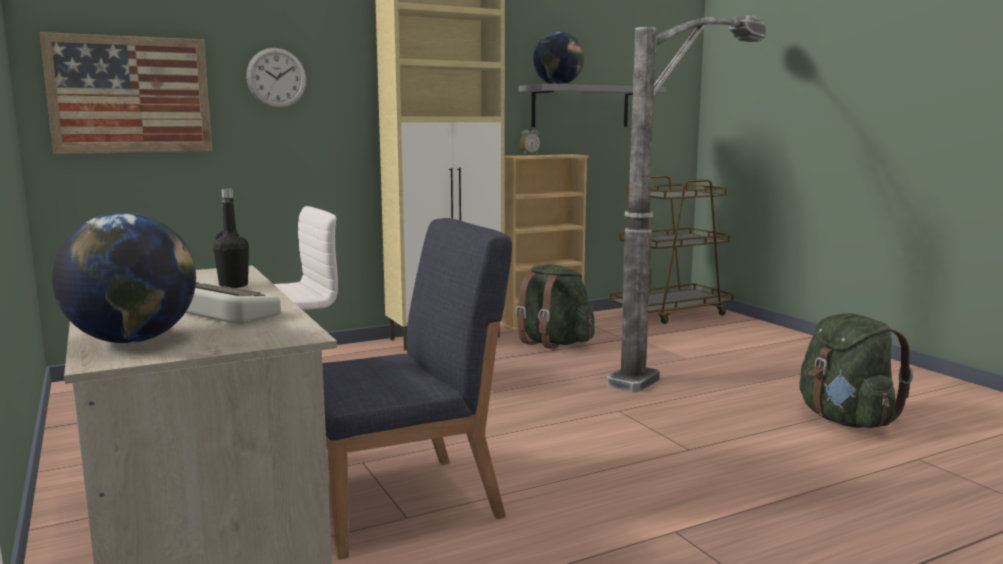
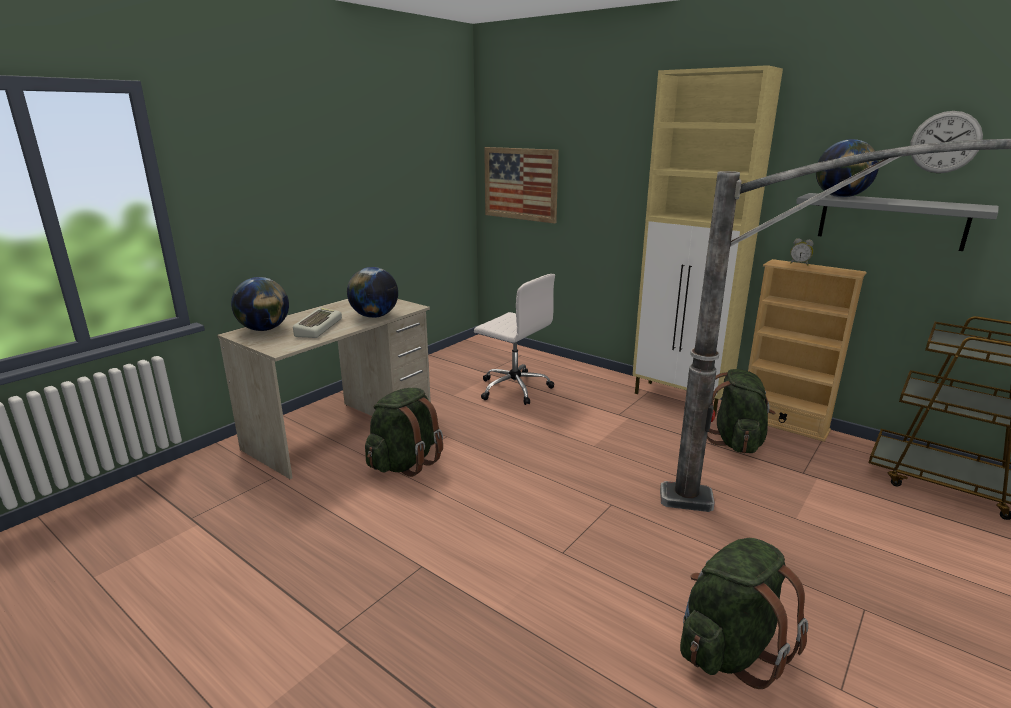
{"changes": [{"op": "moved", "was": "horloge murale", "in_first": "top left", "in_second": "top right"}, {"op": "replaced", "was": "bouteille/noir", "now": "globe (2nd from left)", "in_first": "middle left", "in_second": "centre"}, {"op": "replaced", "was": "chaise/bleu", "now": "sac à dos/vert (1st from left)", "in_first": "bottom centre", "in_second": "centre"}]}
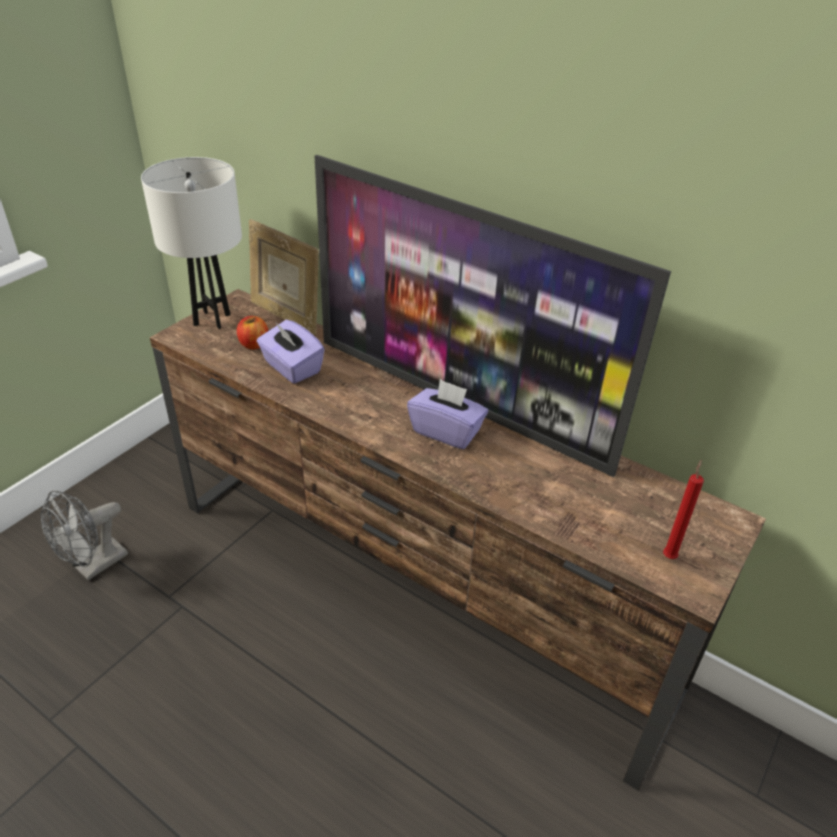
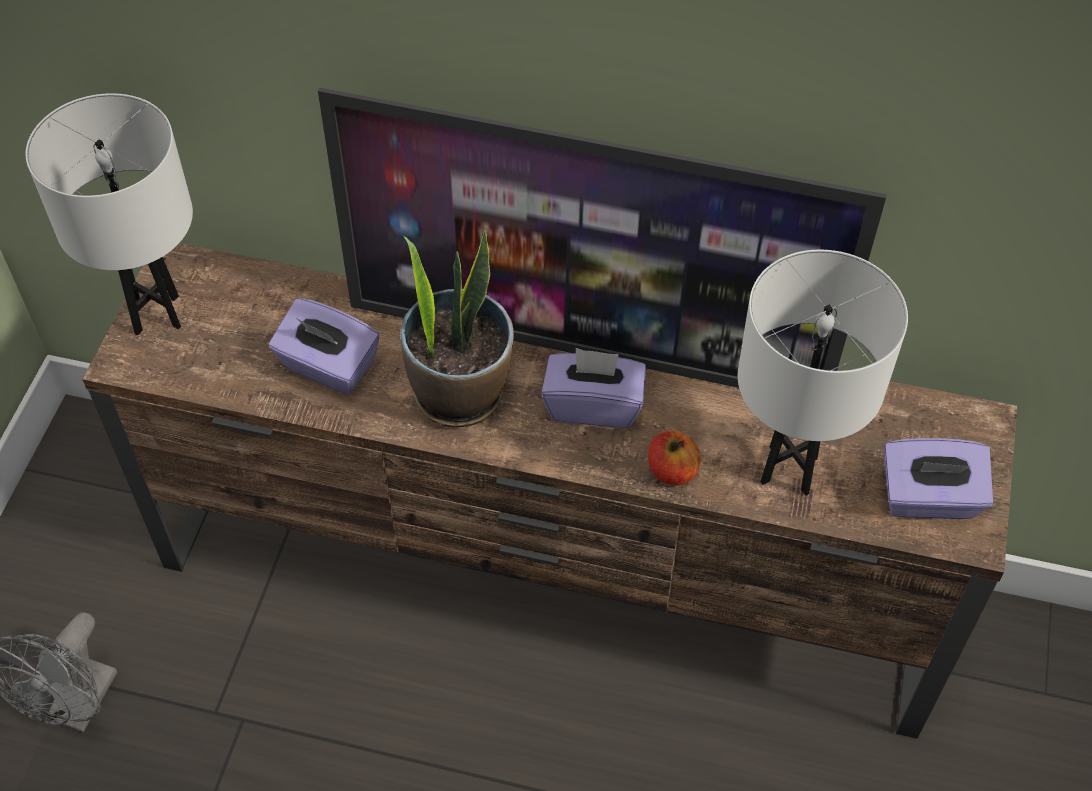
{"changes": [{"op": "removed", "was": "cadre photo", "in_first": "top centre"}, {"op": "added", "now": "plante en pot", "in_second": "centre"}, {"op": "added", "now": "lampe de table/blanc (2nd from left)", "in_second": "middle right"}, {"op": "moved", "was": "pomme", "in_first": "middle left", "in_second": "centre"}, {"op": "replaced", "was": "bougie/rouge", "now": "boîte à mouchoirs/violet (3rd from left)", "in_first": "middle right", "in_second": "middle right"}]}
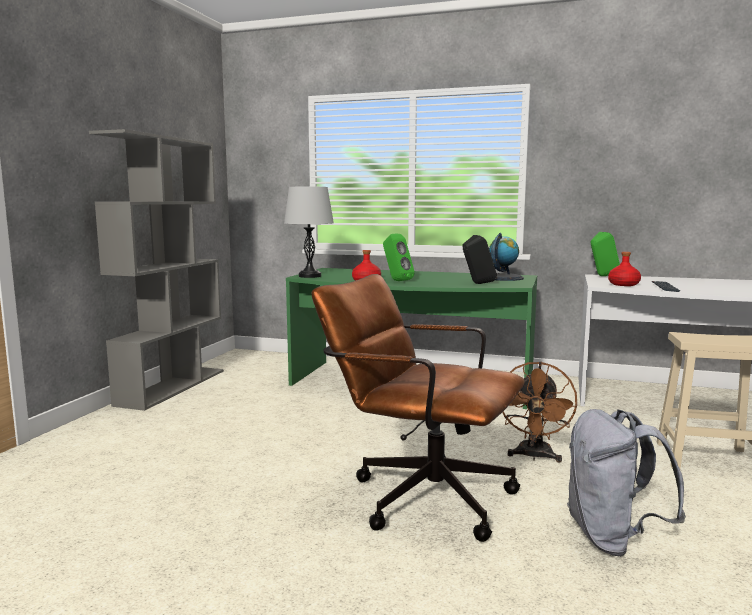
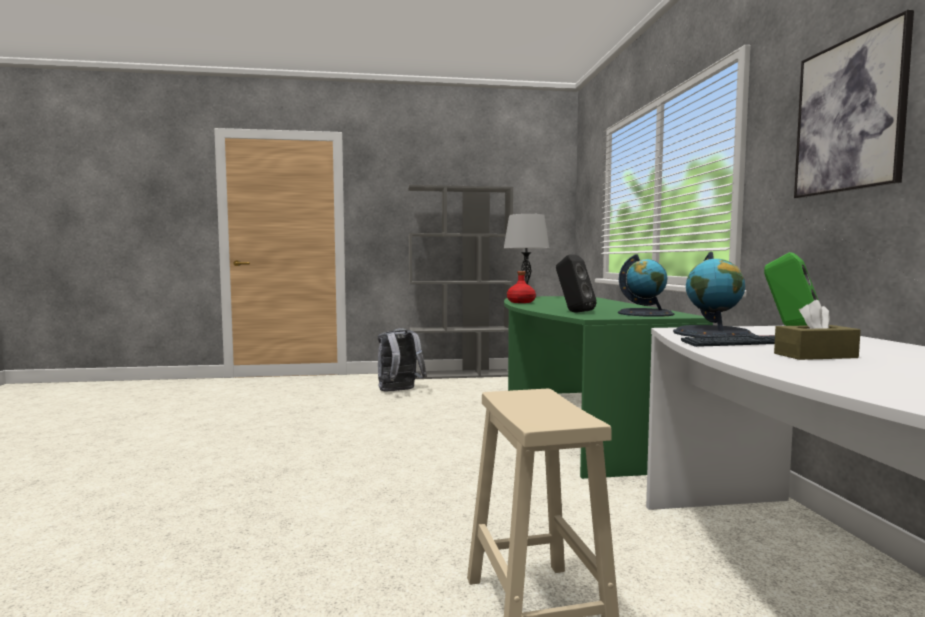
{"changes": [{"op": "removed", "was": "chaise de bureau/marron", "in_first": "centre"}, {"op": "removed", "was": "enceinte/vert (1st from left)", "in_first": "centre"}, {"op": "removed", "was": "ventilateur/marron", "in_first": "bottom right"}, {"op": "added", "now": "boîte à mouchoirs/marron", "in_second": "middle right"}, {"op": "added", "now": "tableau", "in_second": "top right"}, {"op": "moved", "was": "sac à dos/gris", "in_first": "bottom right", "in_second": "centre"}, {"op": "replaced", "was": "bouteille/rouge (2nd from left)", "now": "globe (2nd from left)", "in_first": "middle right", "in_second": "middle right"}]}
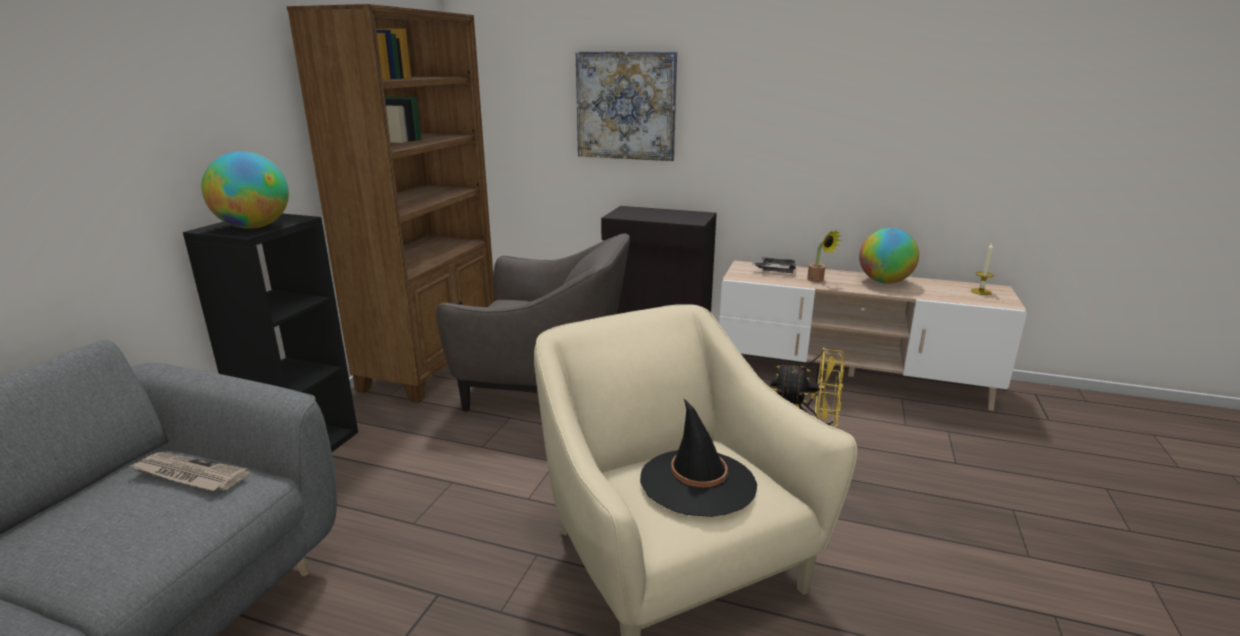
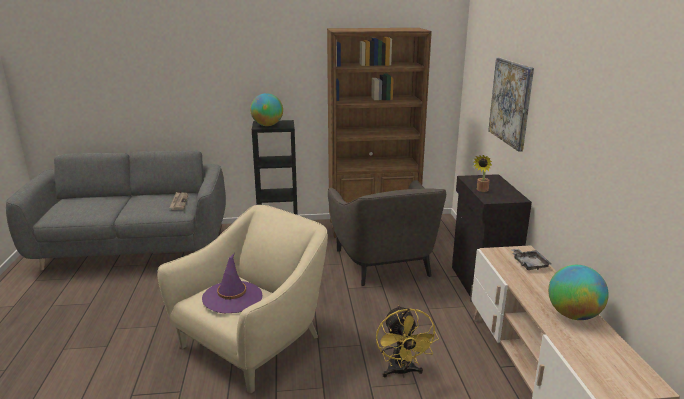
{"changes": [{"op": "removed", "was": "bougie", "in_first": "middle right"}, {"op": "moved", "was": "plante en pot", "in_first": "centre", "in_second": "middle right"}, {"op": "recoloured", "was": "chapeau/noir", "now": "chapeau/violet", "in_first": "bottom centre", "in_second": "bottom centre"}]}
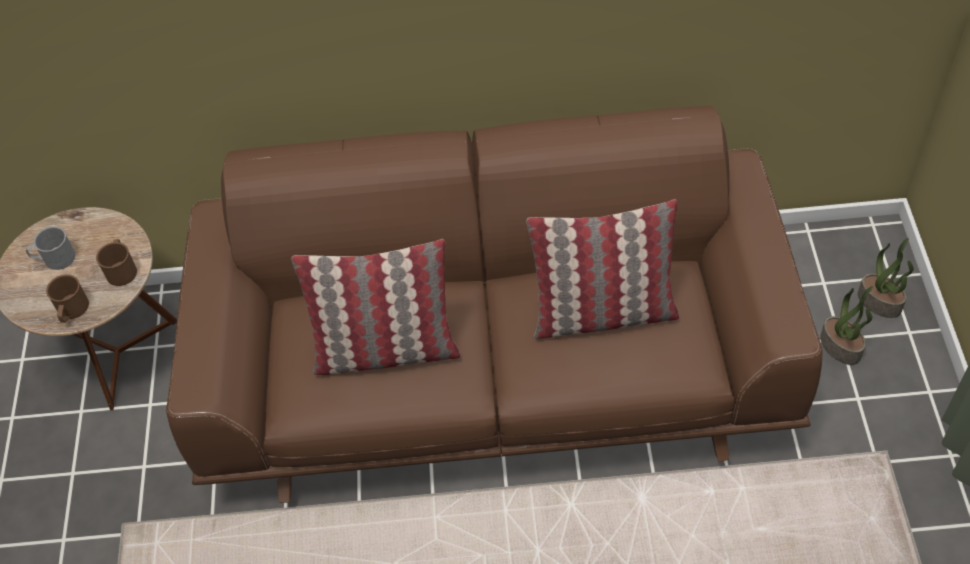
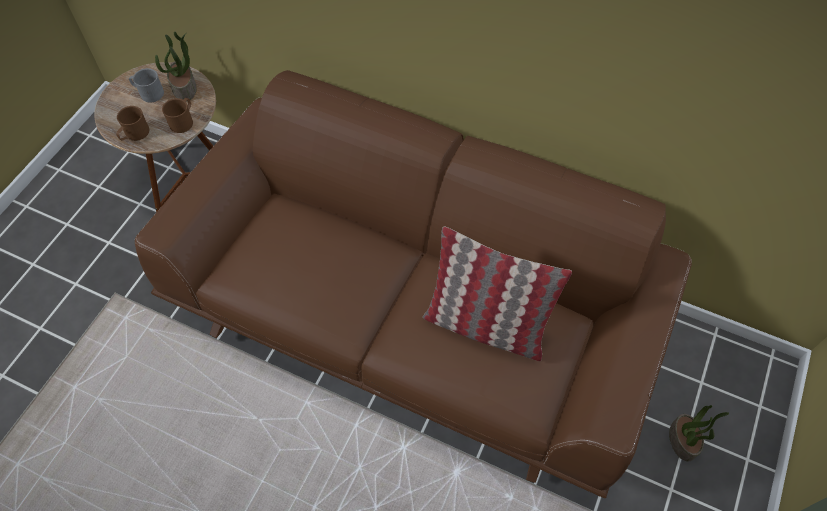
{"changes": [{"op": "removed", "was": "coussin (1st from left)", "in_first": "centre"}, {"op": "moved", "was": "plante en pot (2nd from left in the first image)", "now": "plante en pot (1st from left)", "in_first": "middle right", "in_second": "top left"}]}
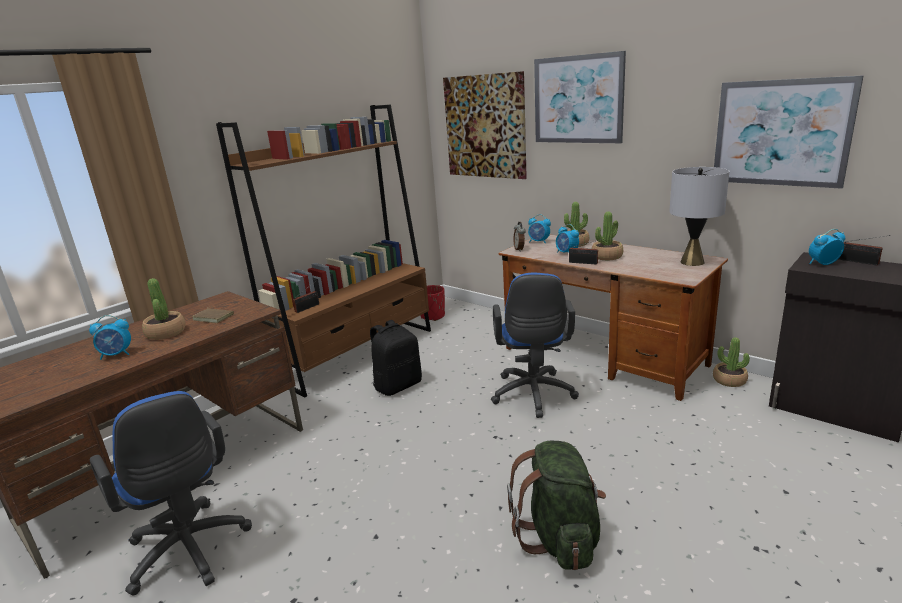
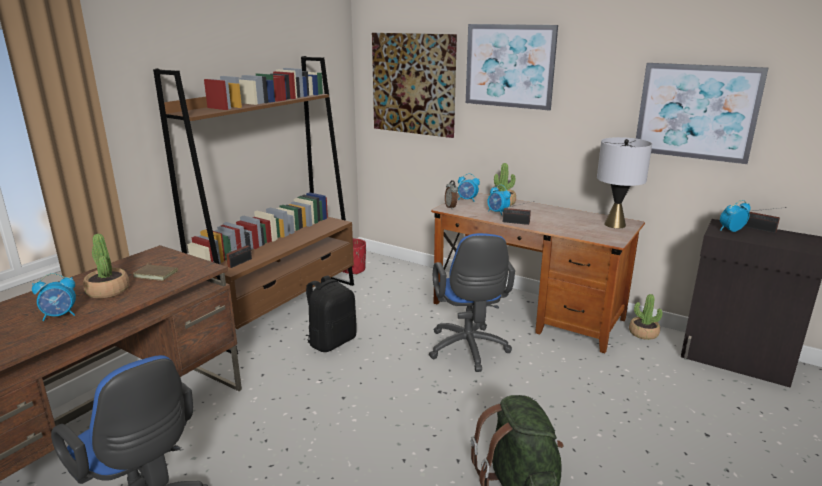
{"changes": [{"op": "removed", "was": "plante en pot (3rd from left)", "in_first": "middle right"}]}
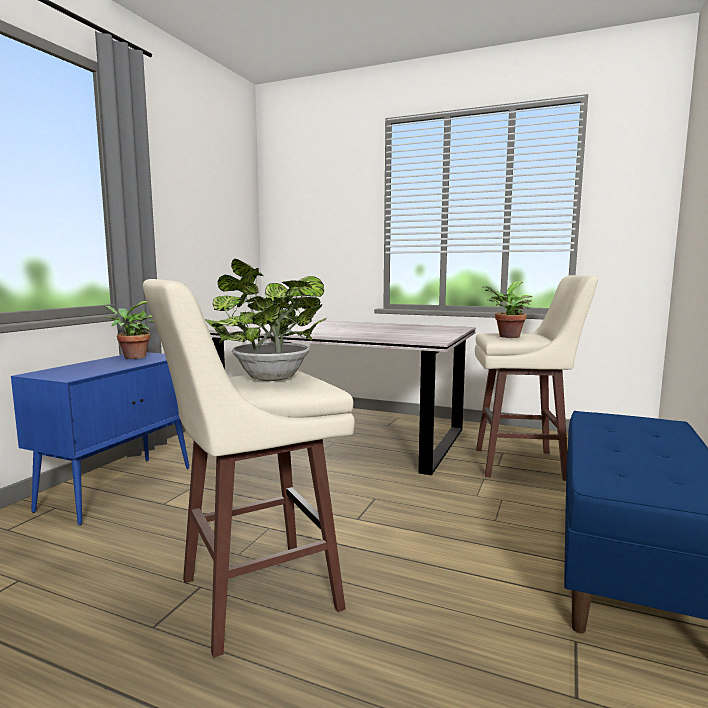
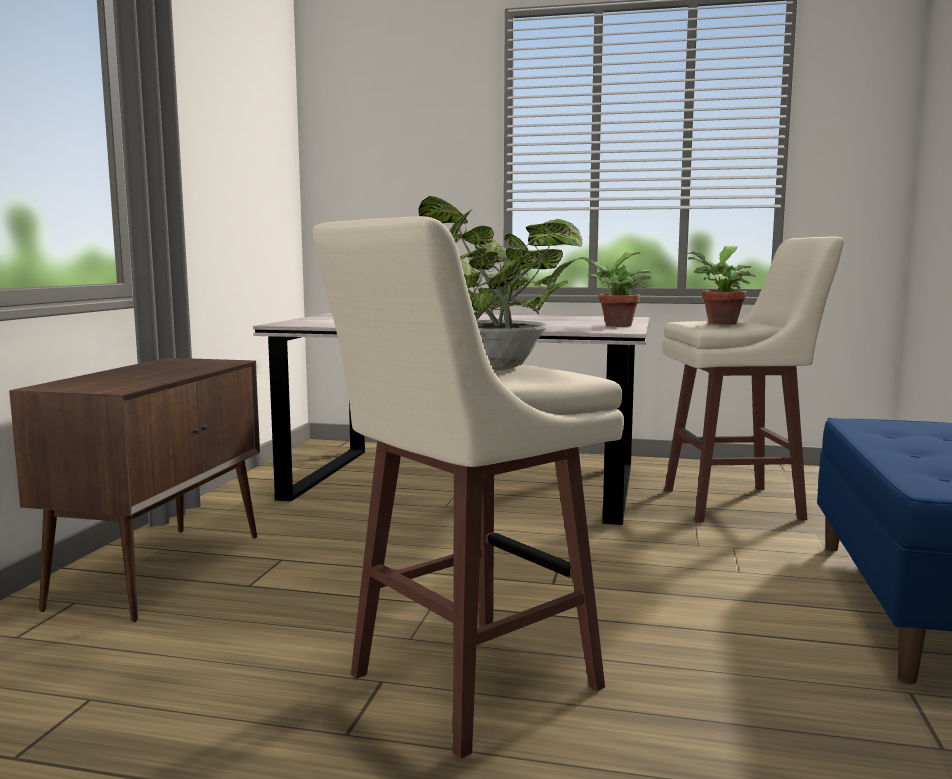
{"changes": [{"op": "moved", "was": "plante en pot (1st from left in the first image)", "now": "plante en pot (2nd from left)", "in_first": "middle left", "in_second": "centre"}, {"op": "recoloured", "was": "meuble de rangement/bleu", "now": "meuble de rangement/marron", "in_first": "middle left", "in_second": "middle left"}]}
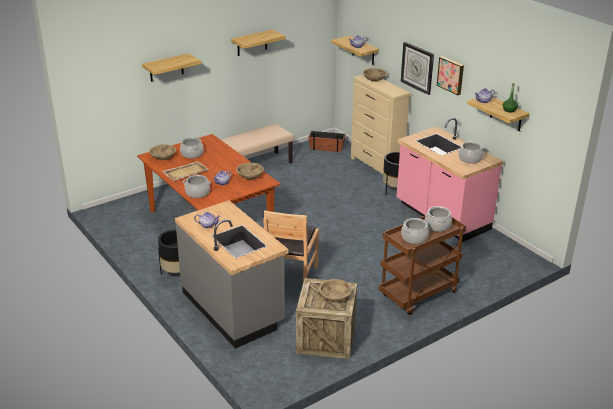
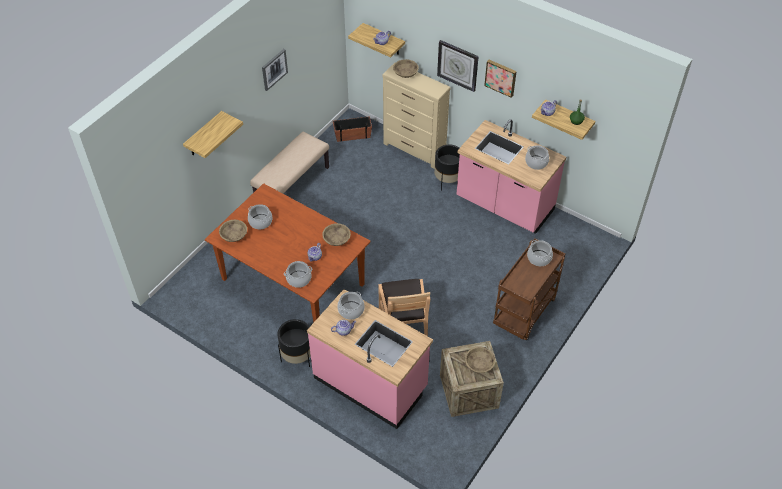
{"changes": [{"op": "removed", "was": "plateau/beige", "in_first": "middle left"}, {"op": "moved", "was": "marmite (3rd from left)", "in_first": "middle right", "in_second": "centre"}, {"op": "replaced", "was": "étagère (2nd from left)", "now": "tableau (1st from left)", "in_first": "top centre", "in_second": "top centre"}, {"op": "recoloured", "was": "comptoir de cuisine/gris", "now": "comptoir de cuisine/rose (1st from left)", "in_first": "bottom centre", "in_second": "bottom centre"}]}
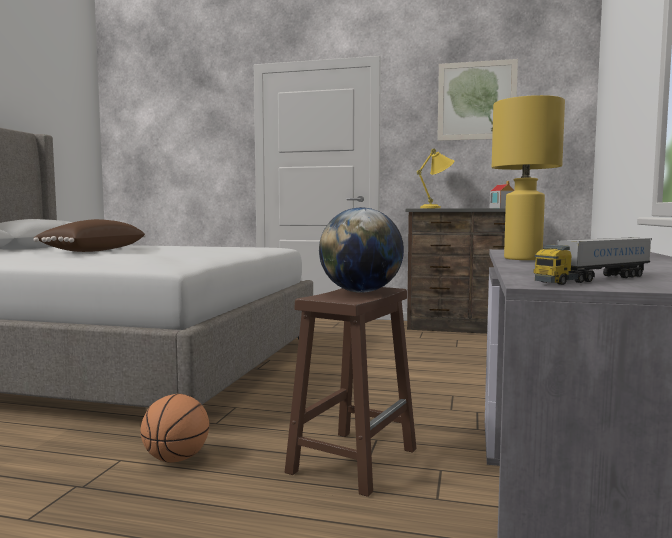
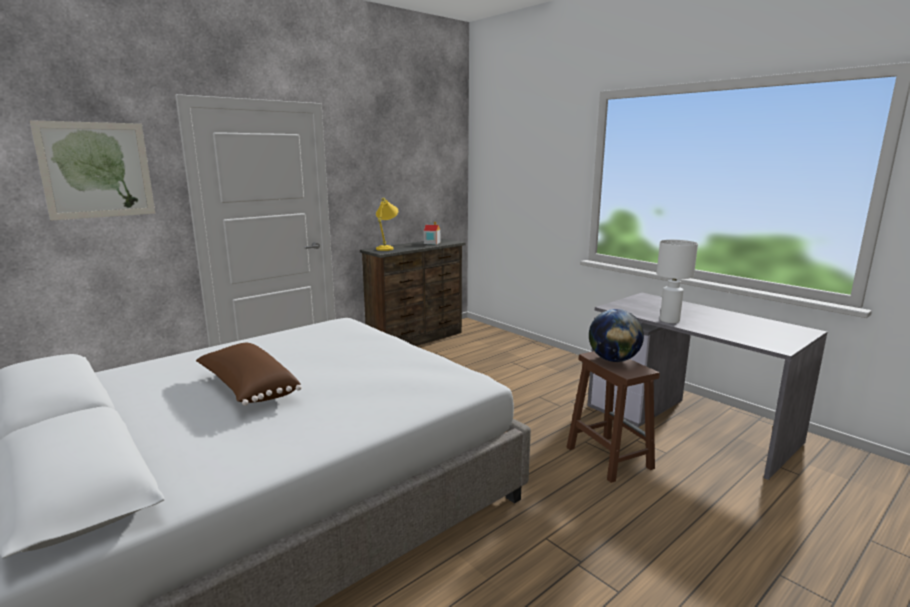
{"changes": [{"op": "removed", "was": "ballon de basket", "in_first": "bottom left"}, {"op": "removed", "was": "camion jouet", "in_first": "middle right"}, {"op": "moved", "was": "tableau", "in_first": "top right", "in_second": "top left"}, {"op": "recoloured", "was": "lampe de table/jaune (2nd from left)", "now": "lampe de table/blanc", "in_first": "top right", "in_second": "middle right"}]}
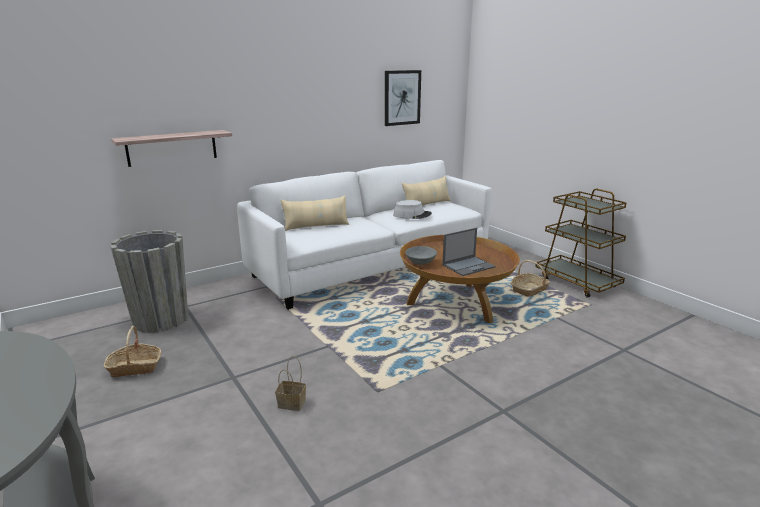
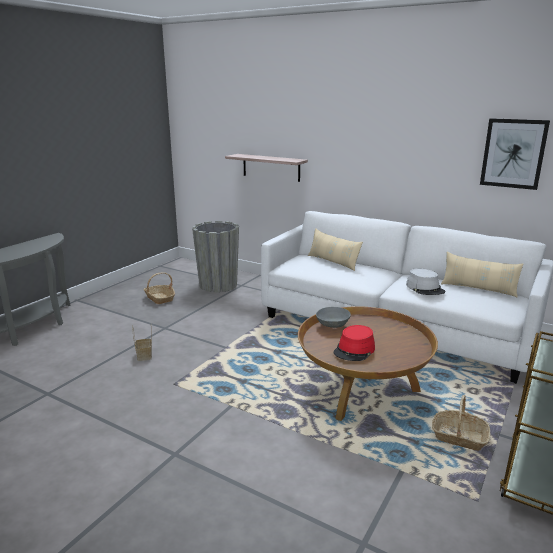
{"changes": [{"op": "replaced", "was": "ordinateur portable", "now": "chapeau/rouge", "in_first": "centre", "in_second": "centre"}]}
